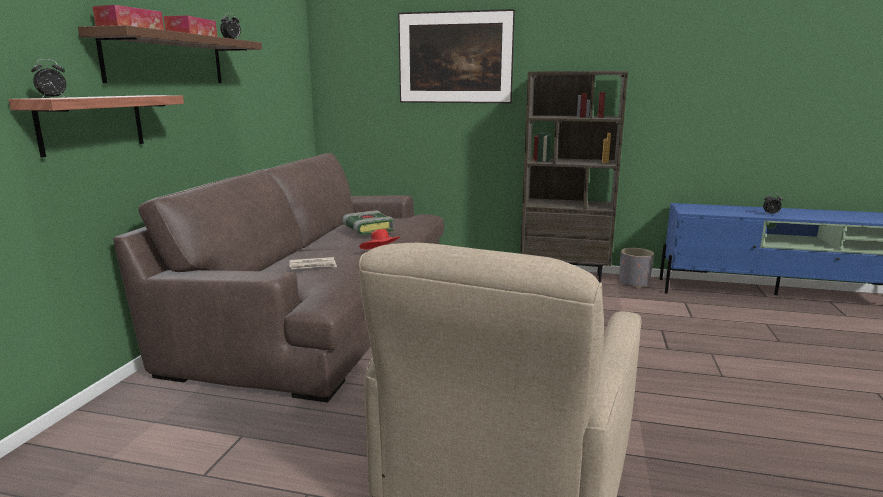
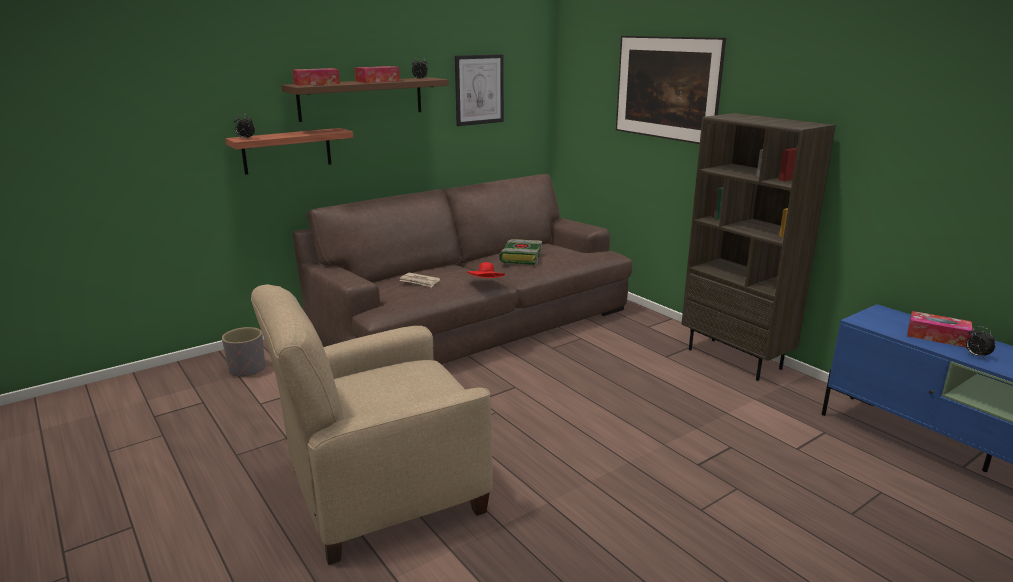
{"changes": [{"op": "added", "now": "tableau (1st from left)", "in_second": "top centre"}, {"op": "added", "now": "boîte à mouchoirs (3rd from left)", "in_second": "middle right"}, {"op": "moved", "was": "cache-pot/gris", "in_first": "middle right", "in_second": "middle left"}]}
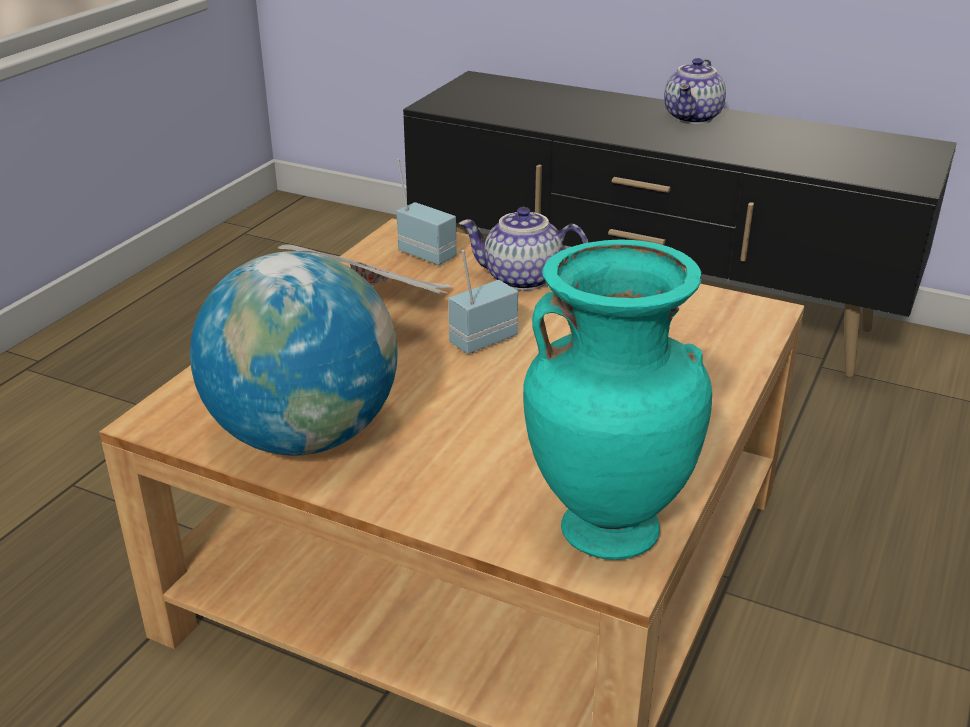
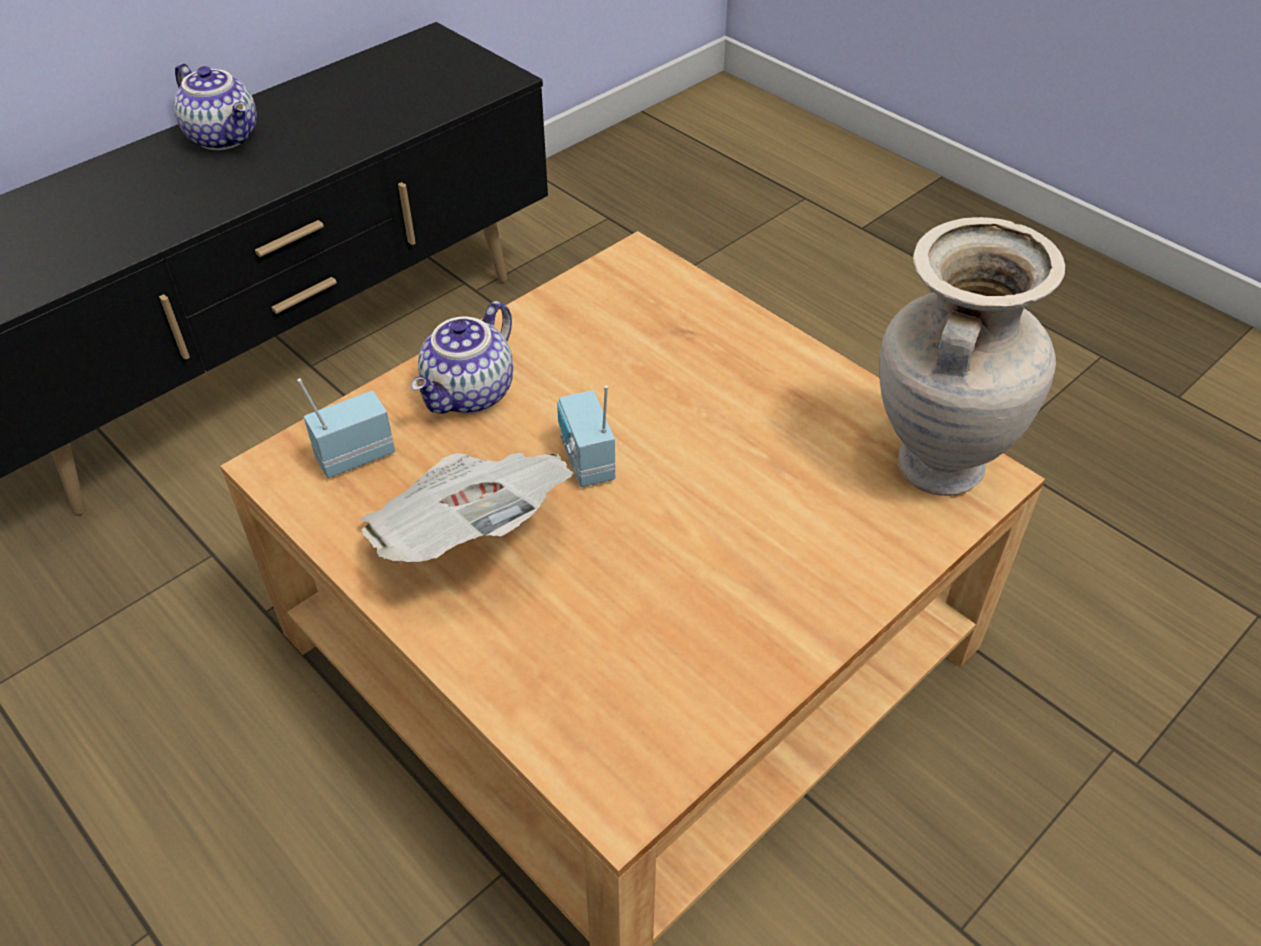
{"changes": [{"op": "removed", "was": "globe", "in_first": "middle left"}, {"op": "recoloured", "was": "vase/turquoise", "now": "vase/beige", "in_first": "centre", "in_second": "middle right"}]}
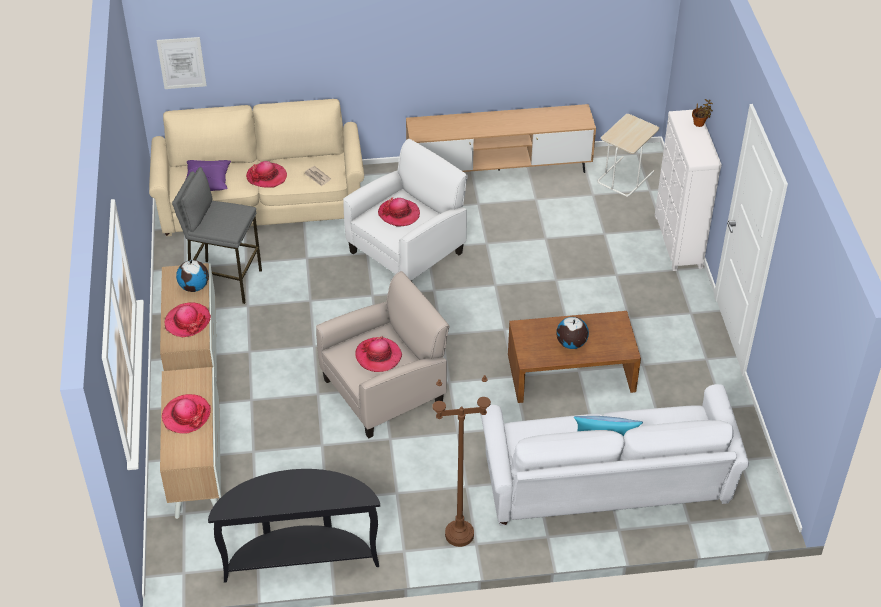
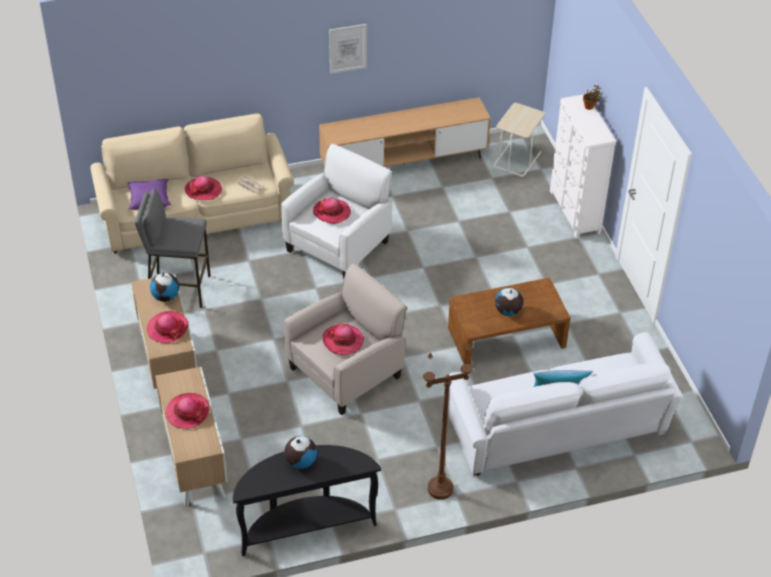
{"changes": [{"op": "added", "now": "globe (2nd from left)", "in_second": "bottom centre"}, {"op": "moved", "was": "tableau", "in_first": "top left", "in_second": "top centre"}]}
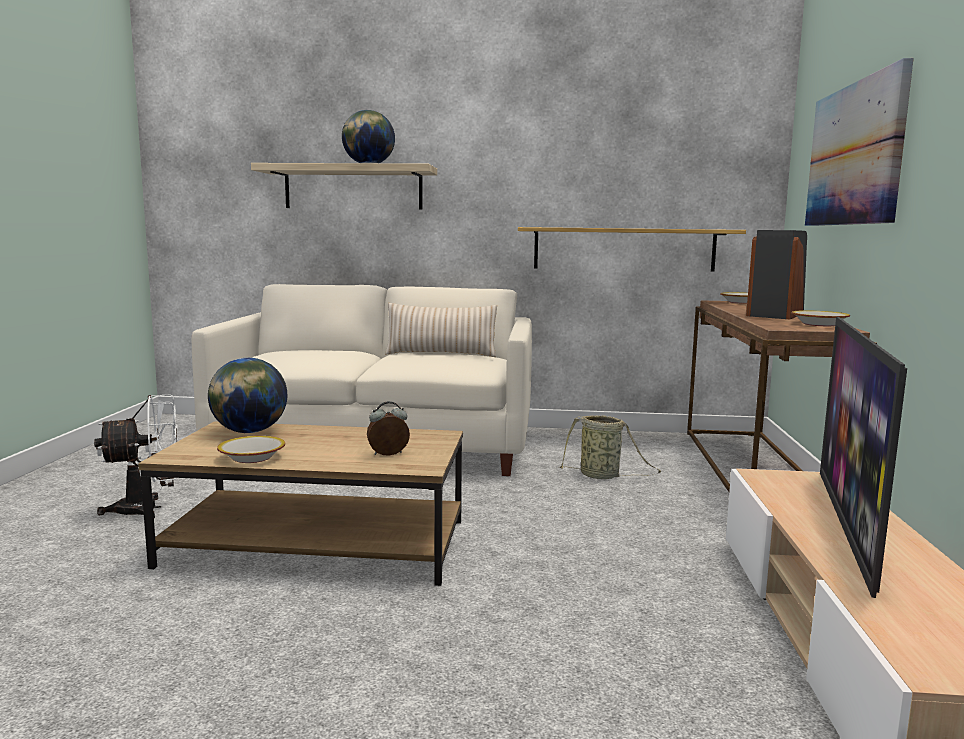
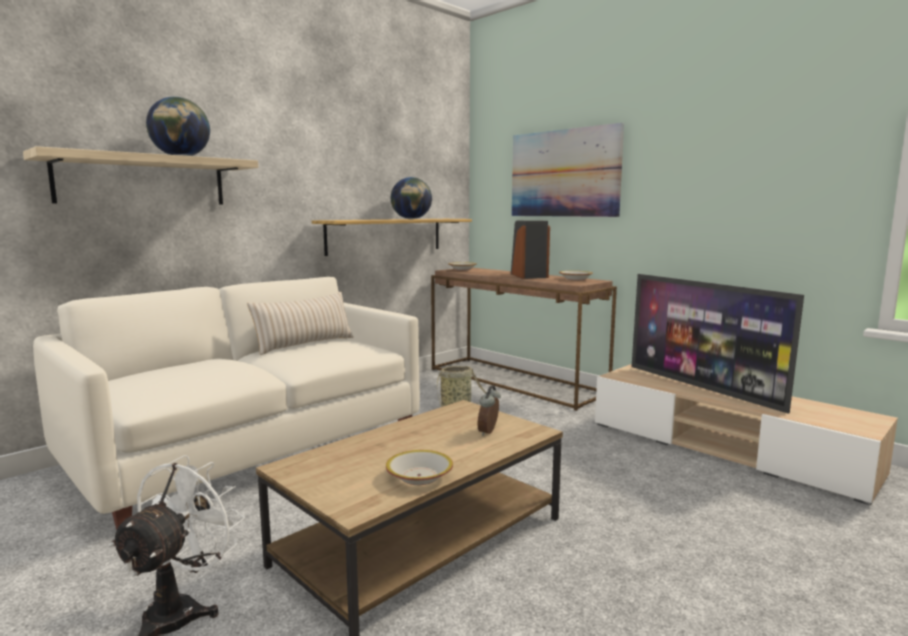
{"changes": [{"op": "moved", "was": "globe (1st from left in the first image)", "now": "globe (2nd from left)", "in_first": "middle left", "in_second": "top centre"}]}
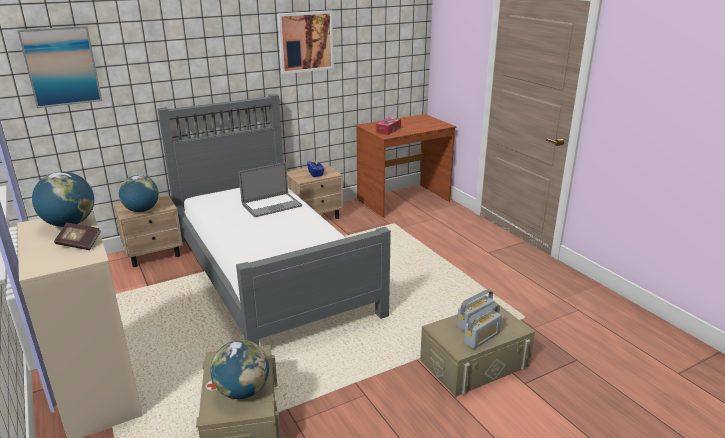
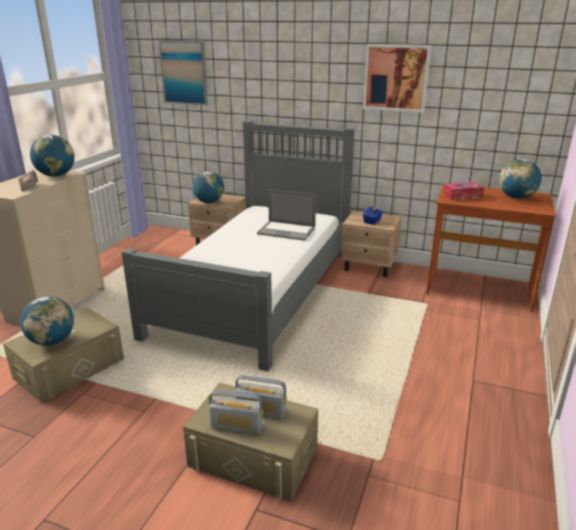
{"changes": [{"op": "added", "now": "globe (4th from left)", "in_second": "middle right"}]}
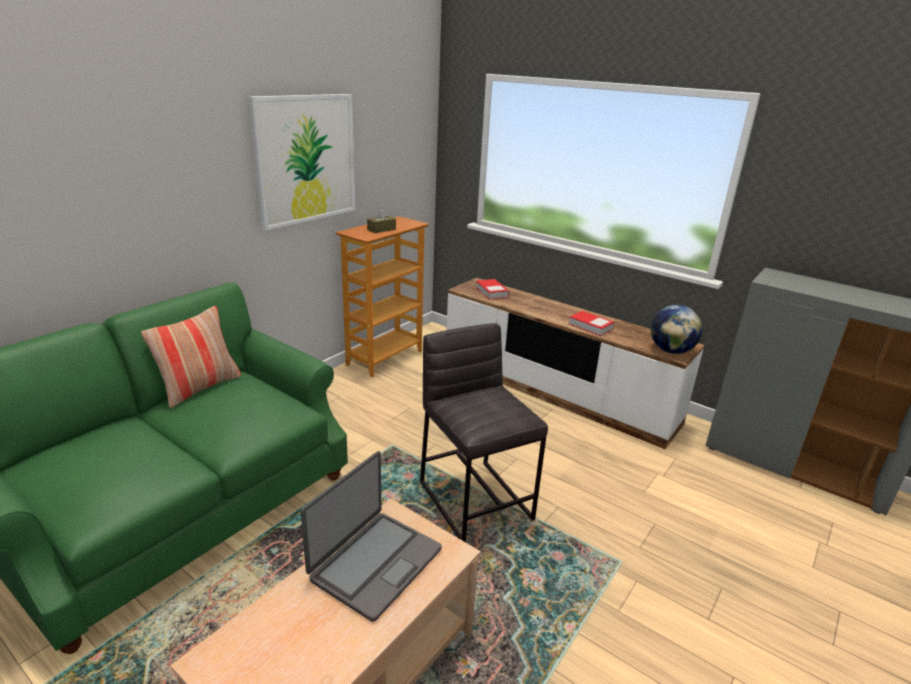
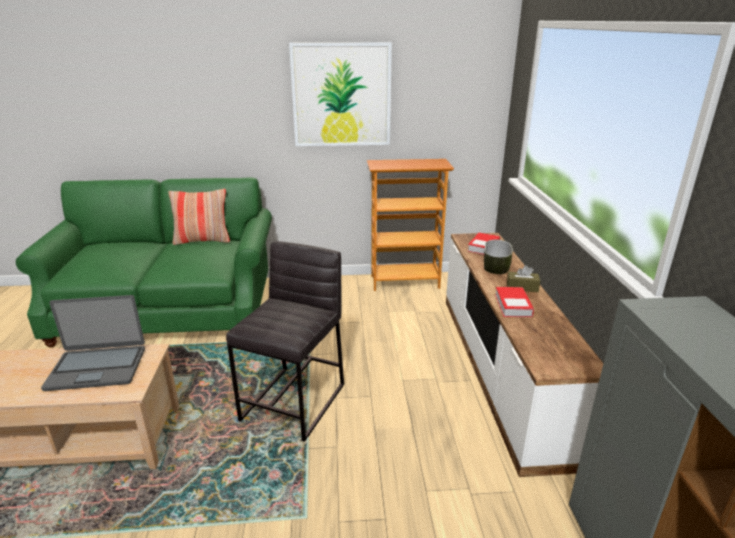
{"changes": [{"op": "removed", "was": "globe", "in_first": "middle right"}, {"op": "added", "now": "bol", "in_second": "middle right"}, {"op": "moved", "was": "boîte à mouchoirs/marron", "in_first": "top centre", "in_second": "middle right"}]}
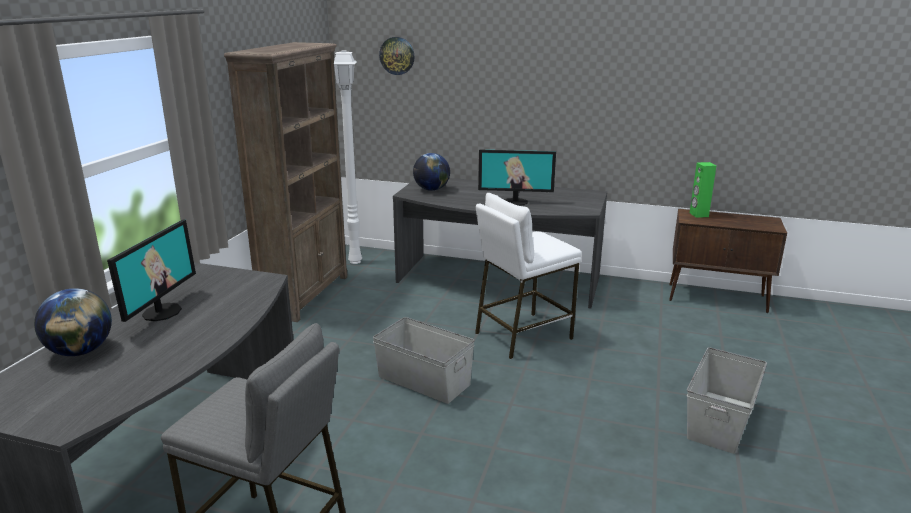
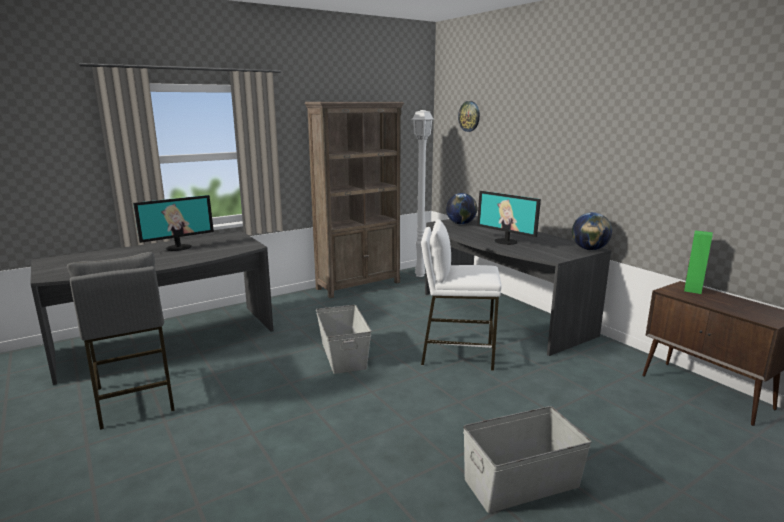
{"changes": [{"op": "moved", "was": "globe (1st from left in the first image)", "now": "globe (2nd from left)", "in_first": "middle left", "in_second": "middle right"}]}
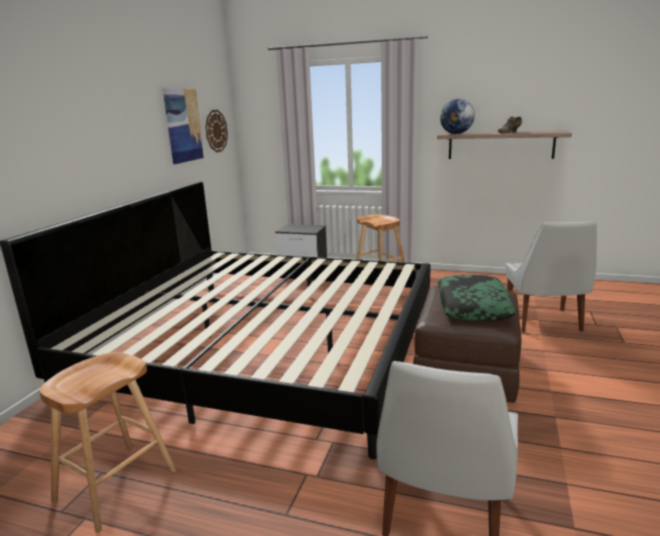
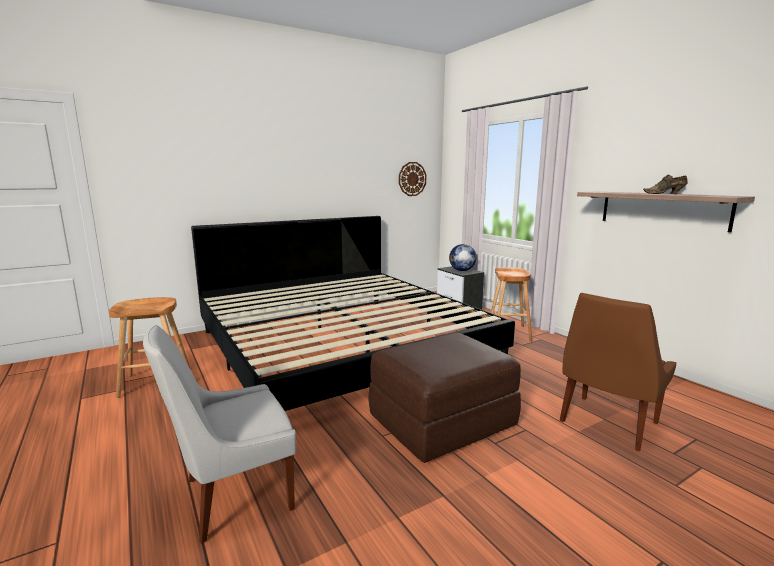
{"changes": [{"op": "removed", "was": "tableau", "in_first": "top left"}, {"op": "removed", "was": "coussin", "in_first": "middle right"}, {"op": "moved", "was": "globe", "in_first": "top right", "in_second": "centre"}, {"op": "recoloured", "was": "chaise/blanc (2nd from left)", "now": "chaise/marron", "in_first": "middle right", "in_second": "middle right"}]}
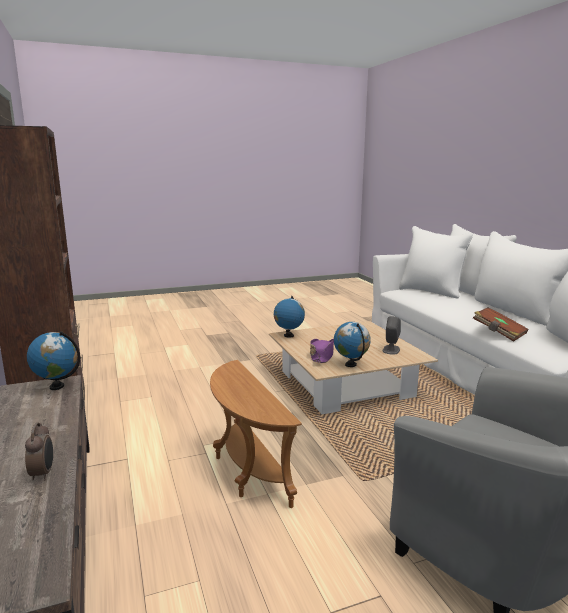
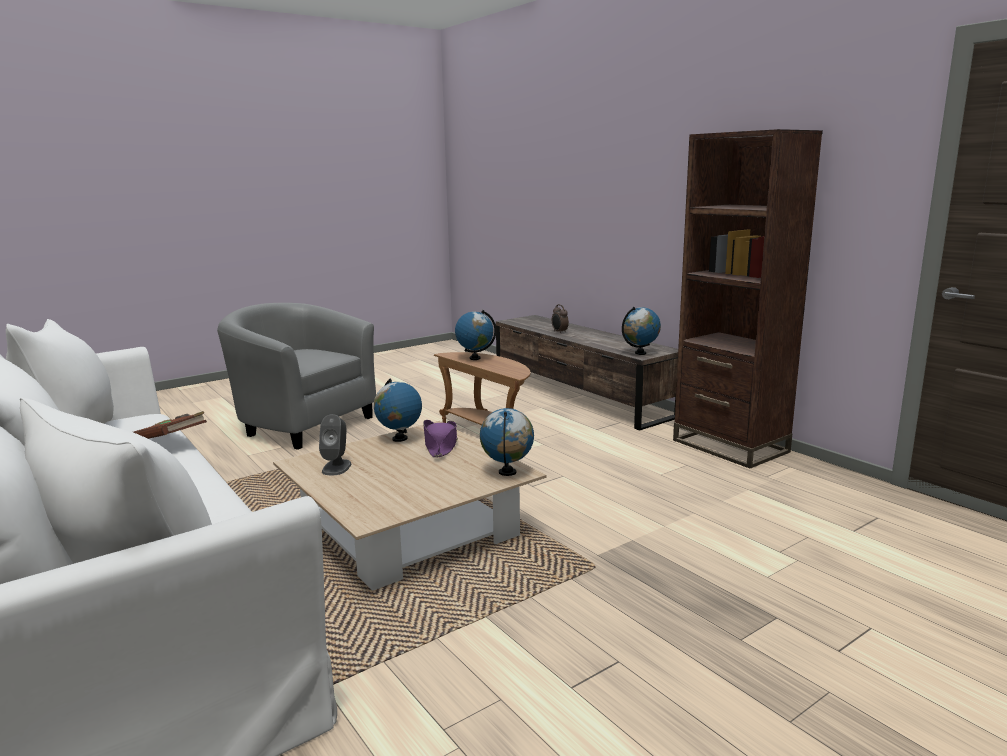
{"changes": [{"op": "added", "now": "globe (2nd from left)", "in_second": "centre"}]}
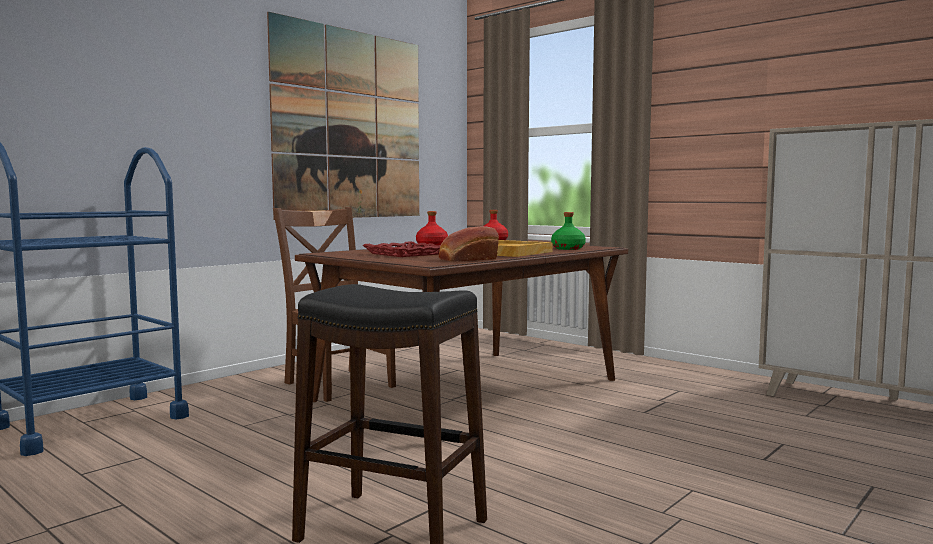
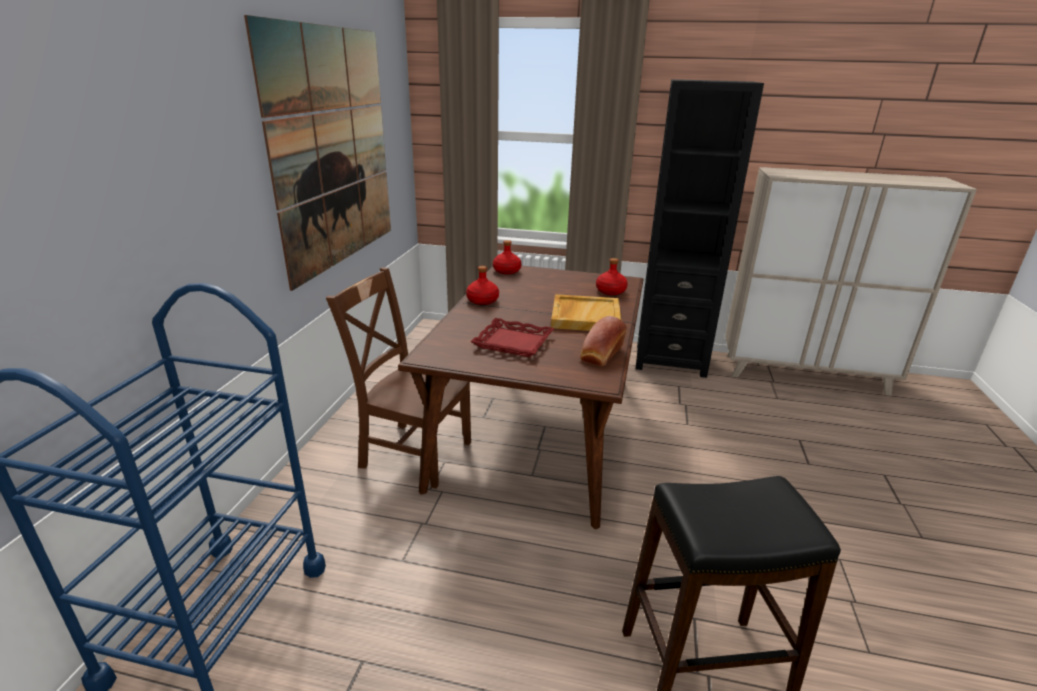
{"changes": [{"op": "added", "now": "bibliothèque/noir", "in_second": "top right"}, {"op": "recoloured", "was": "bouteille/vert", "now": "bouteille/rouge (3rd from left)", "in_first": "centre", "in_second": "centre"}]}
